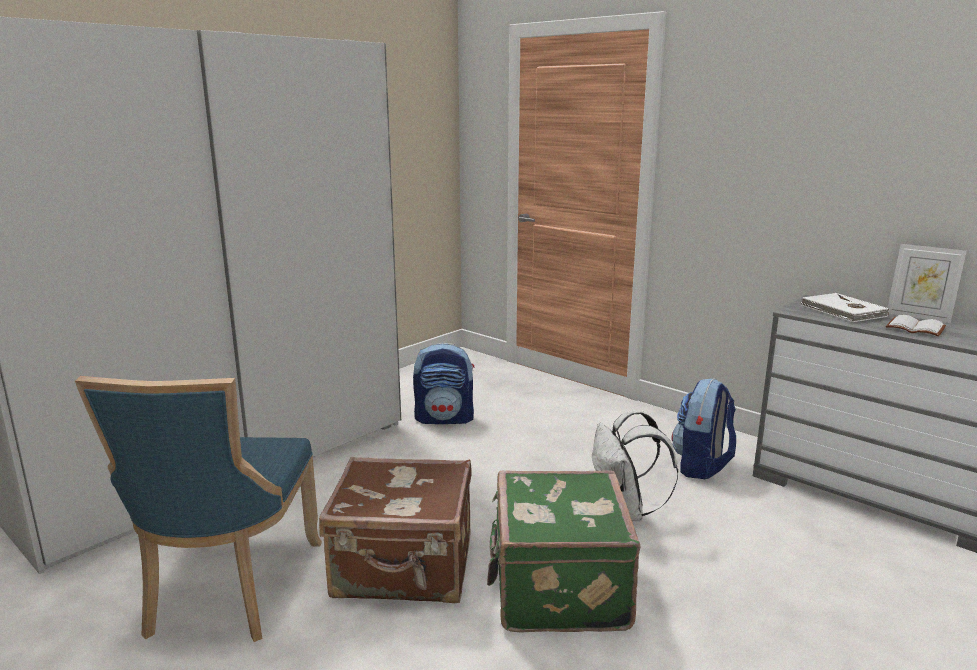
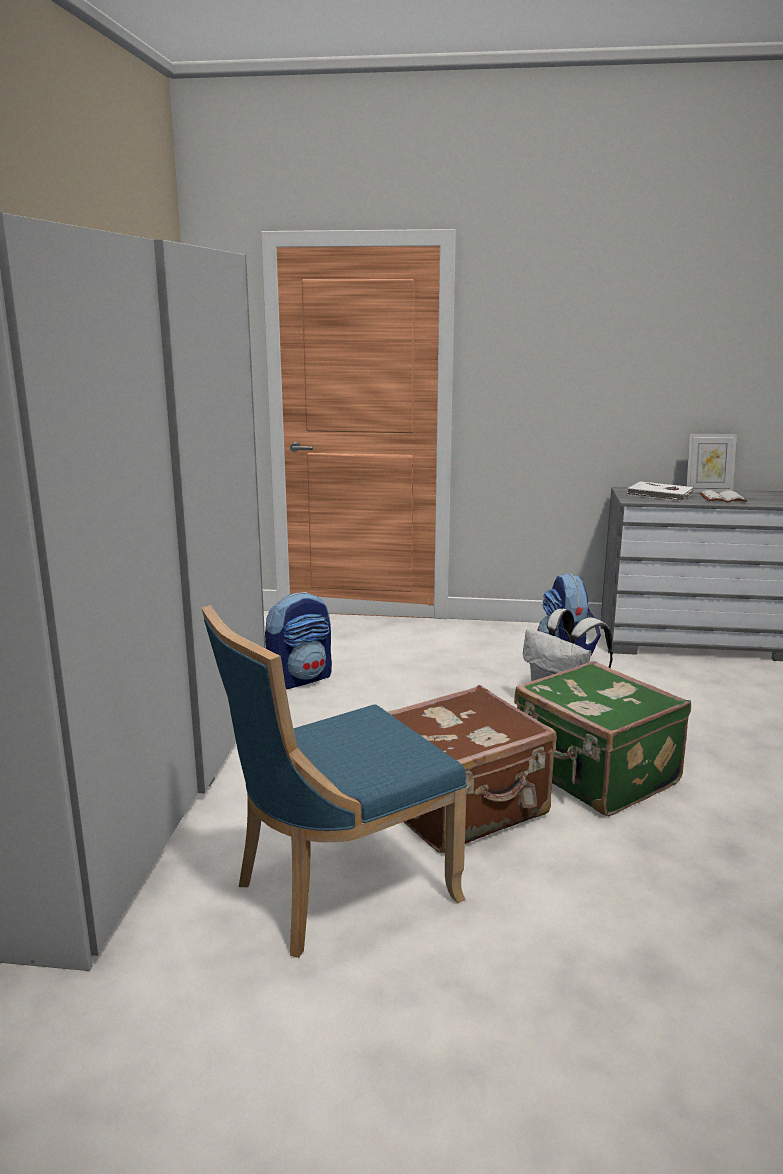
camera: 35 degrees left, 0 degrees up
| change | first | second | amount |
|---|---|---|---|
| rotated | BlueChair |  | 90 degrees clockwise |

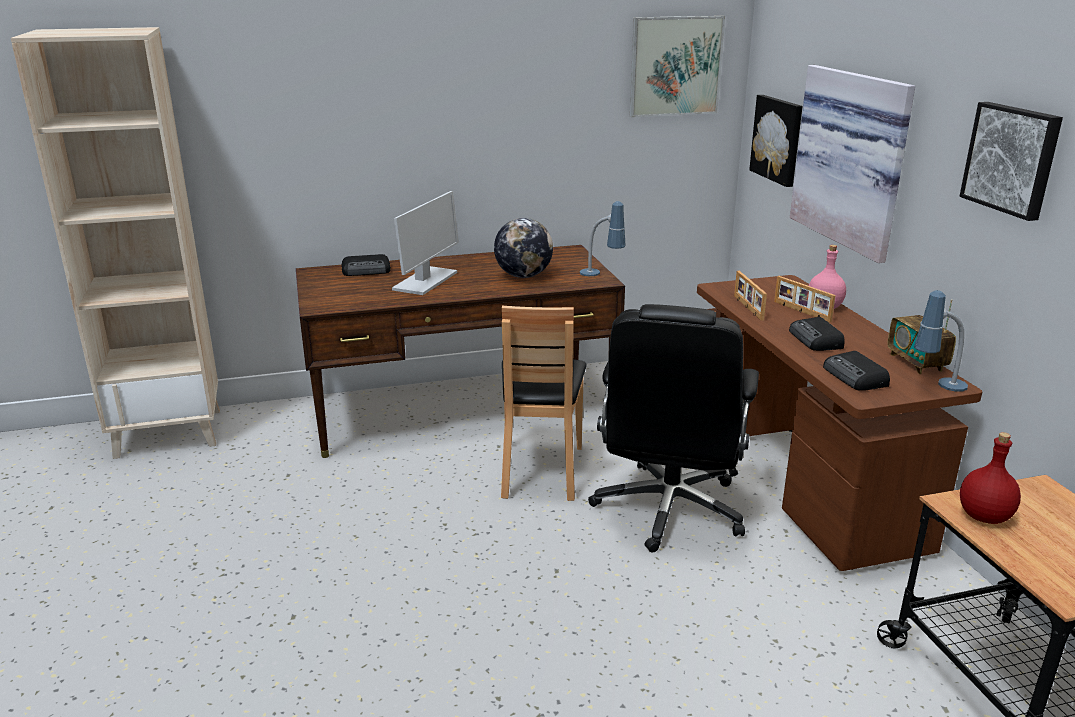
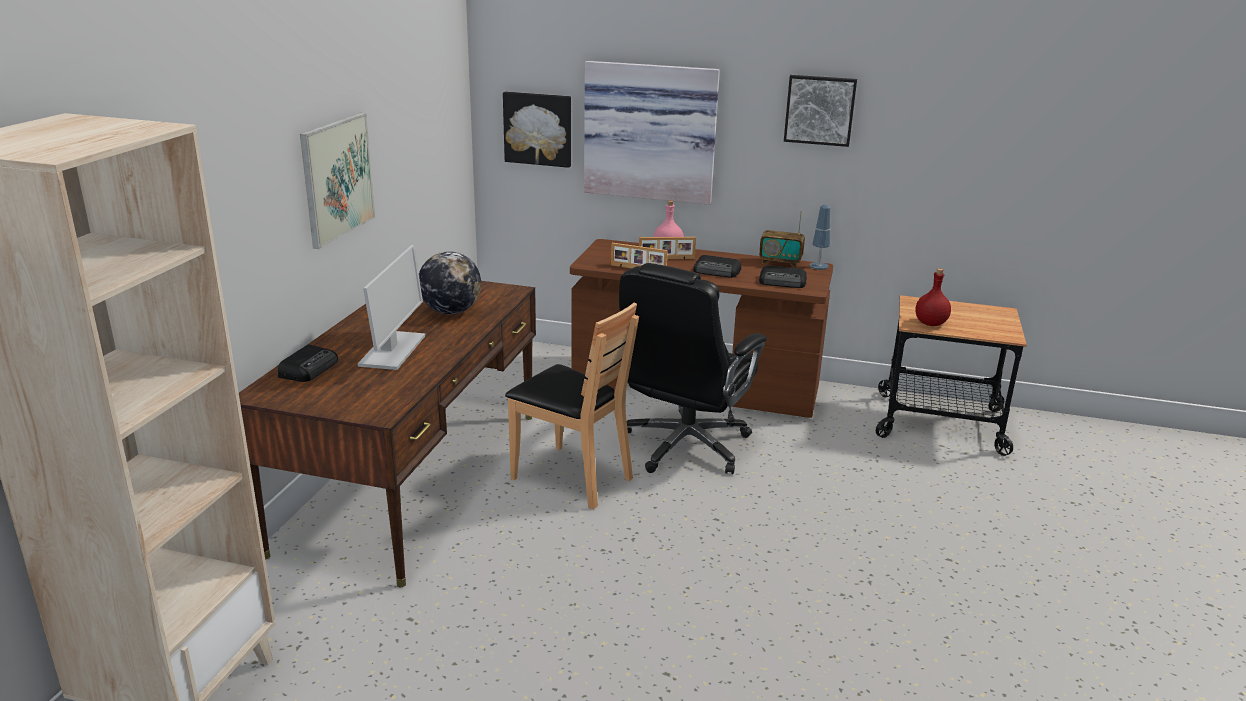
camera: 60 degrees left, 0 degrees up
| change | first | second | amount |
|---|---|---|---|
| gone | TableLamp (no. 1 from left) |  |  |
| shifted | Picture (no. 1 from left) |  |  |
| rotated | Monitor |  | 45 degrees clockwise |
| rotated | BlackOfficeChair |  | 75 degrees clockwise |

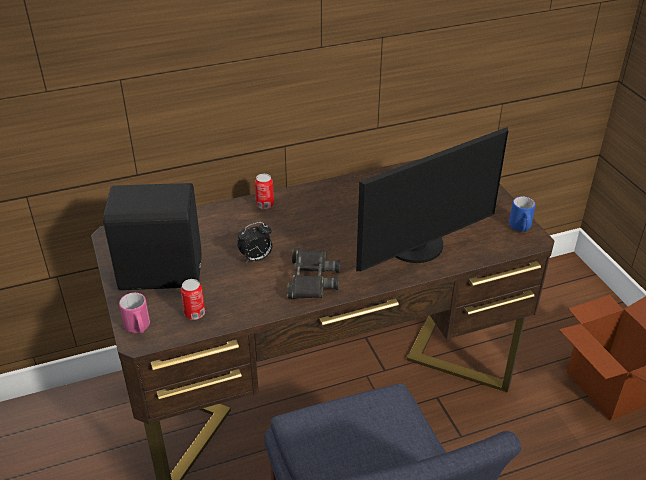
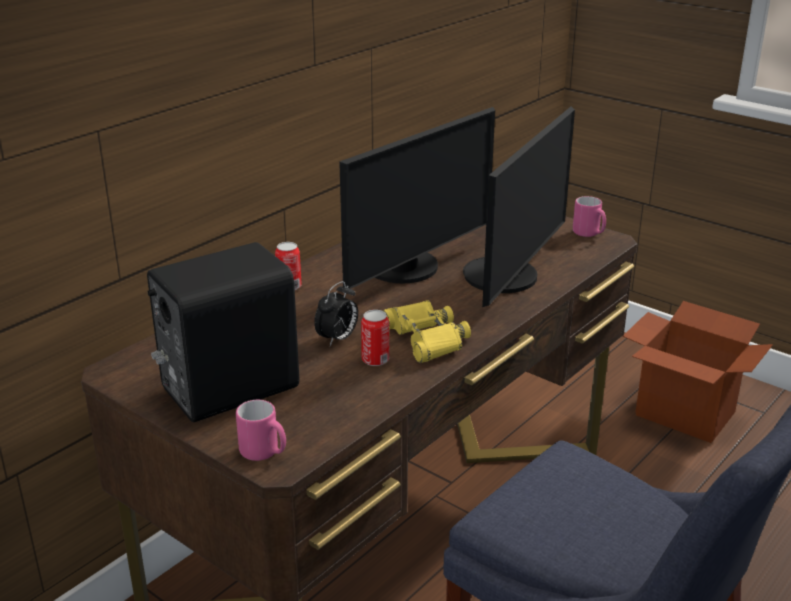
camera: 30 degrees left, 10 degrees down
| change | first | second | amount |
|---|---|---|---|
| new |  | Monitor (no. 1 from left) |  |
| shifted | Can (no. 1 from left in the first image) | Can (no. 2 from left) |  |
| repainted | BlackBinoculars | YellowBinoculars |  |
| repainted | BlueMug | PinkMug (no. 2 from left) |  |

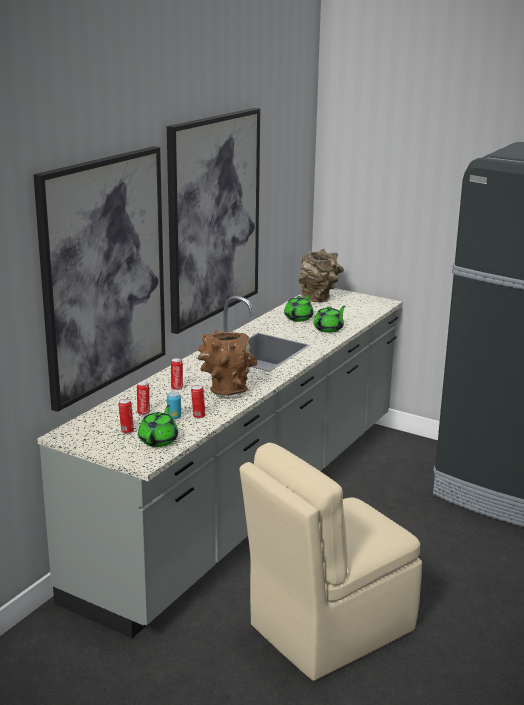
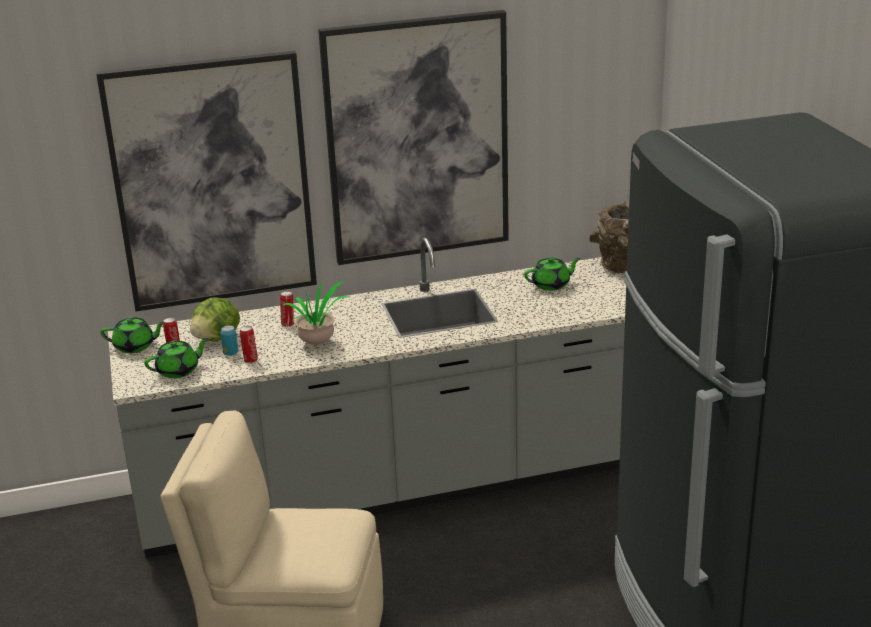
camera: 45 degrees right, 5 degrees up
| change | first | second | amount |
|---|---|---|---|
| shifted | GreenTeapot (no. 3 from left in the first image) | GreenTeapot (no. 1 from left) |  |
| swapped | Can (no. 2 from left) | Lettuce |  |
| swapped | BrownVase (no. 1 from left) | PottedPlant |  |

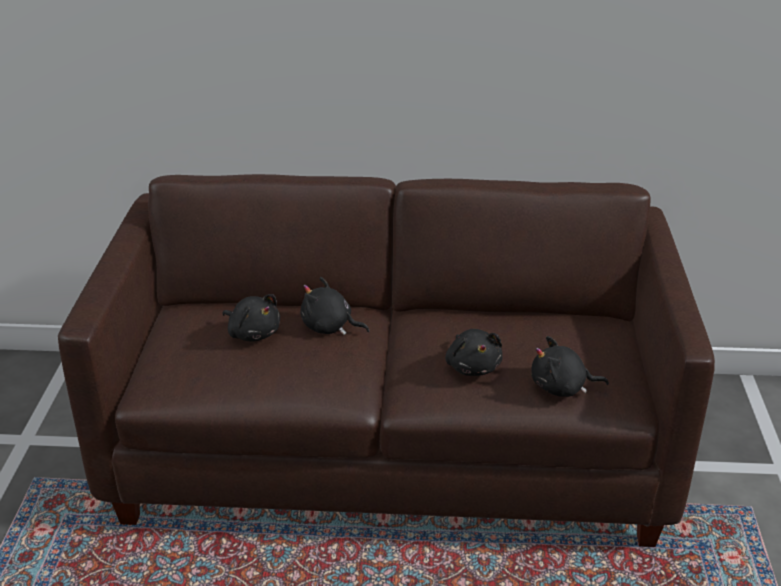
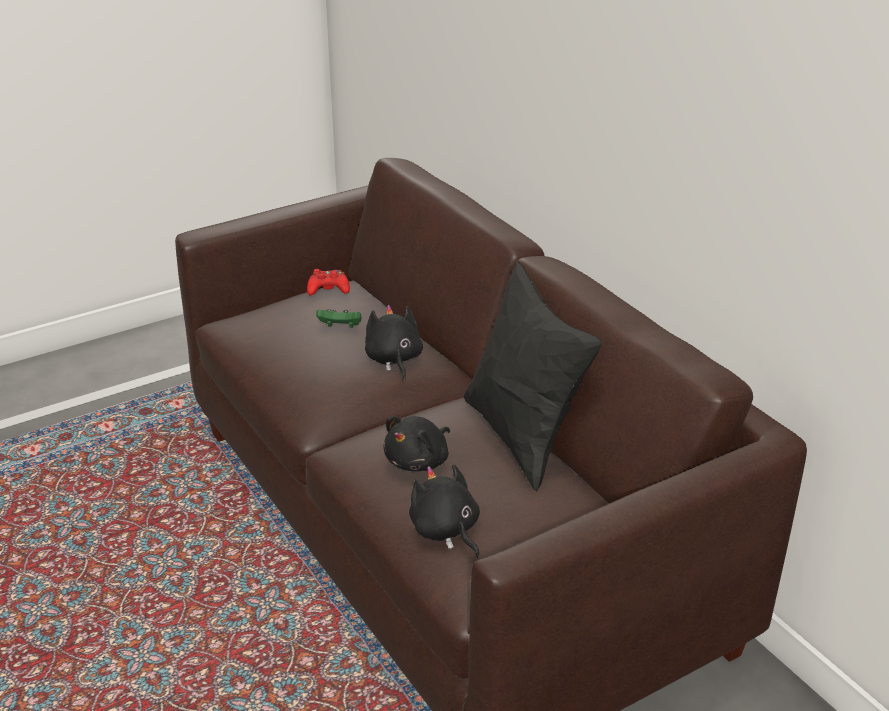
camera: 55 degrees right, 0 degrees up
| change | first | second | amount |
|---|---|---|---|
| new |  | RedGameController |  |
| new |  | BlackPillow |  |
| swapped | BlackPlushToy (no. 1 from left) | GreenGameController |  |

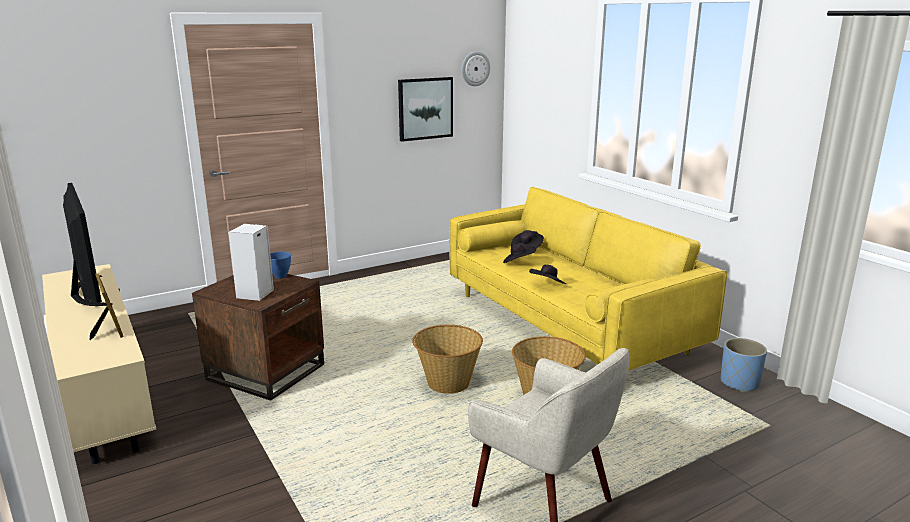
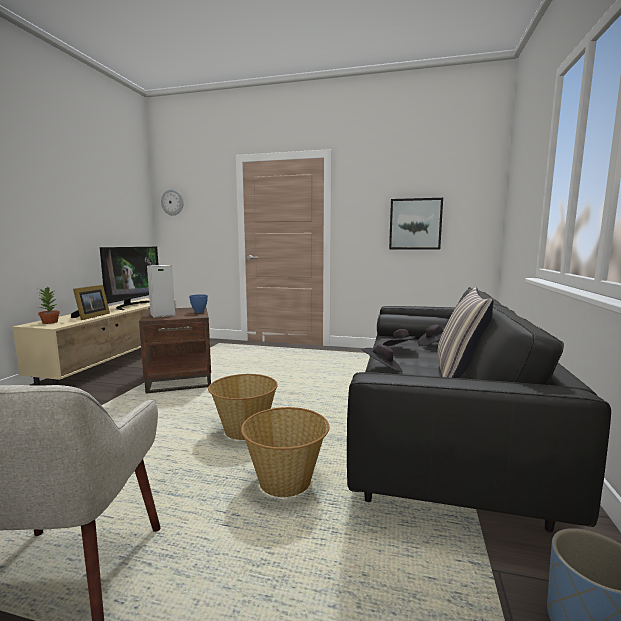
camera: 45 degrees right, 10 degrees down
| change | first | second | amount |
|---|---|---|---|
| new |  | PottedPlant |  |
| new |  | Pillow |  |
| shifted | WallClock |  |  |
| repainted | YellowSofa | BlackSofa |  |

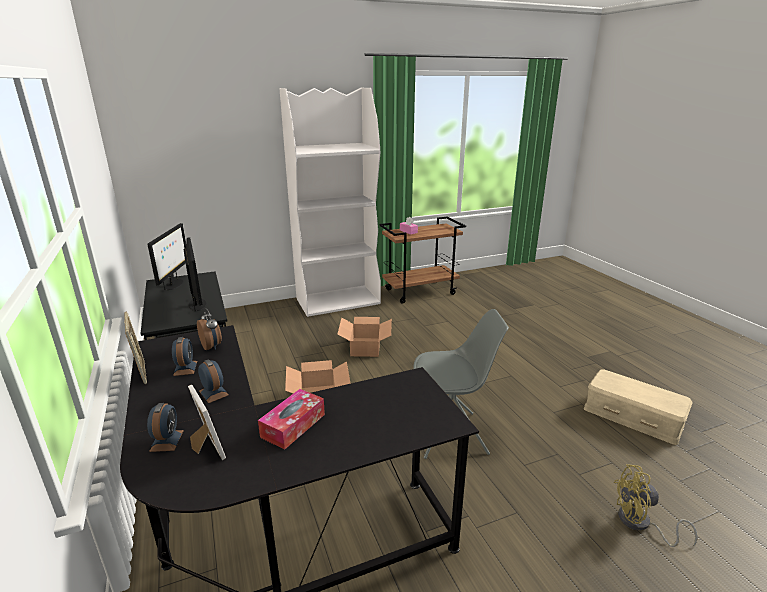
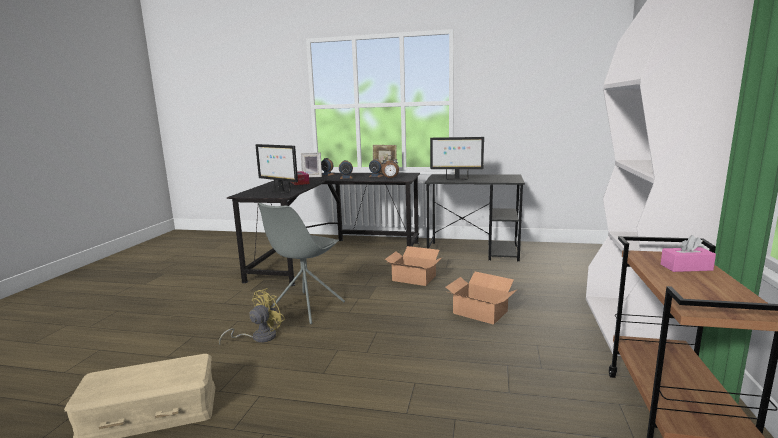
camera: 125 degrees right, 10 degrees down
| change | first | second | amount |
|---|---|---|---|
| shifted | Monitor (no. 1 from left) |  |  |
| shifted | YellowFan |  |  |

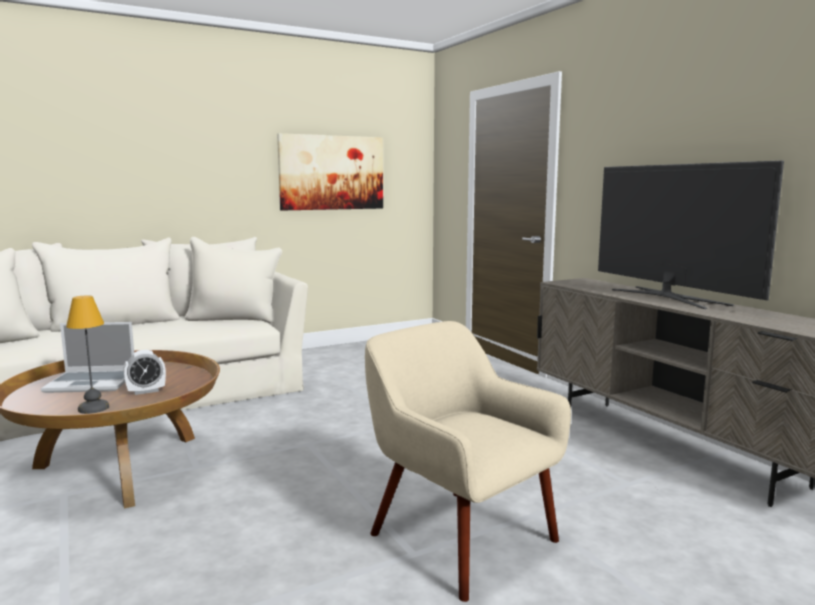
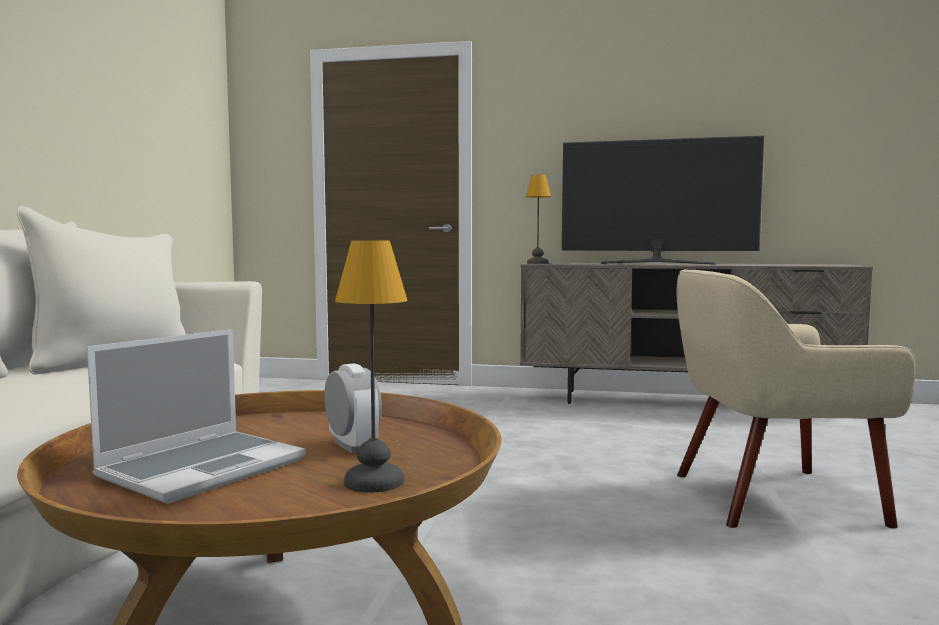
camera: 50 degrees left, 5 degrees down
| change | first | second | amount |
|---|---|---|---|
| gone | Picture |  |  |
| new |  | TableLamp (no. 2 from left) |  |
| rotated | AlarmClock |  | 45 degrees counterclockwise |

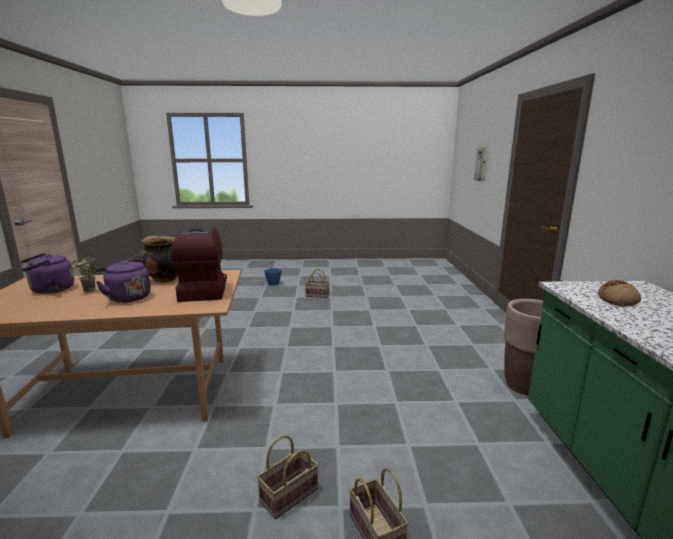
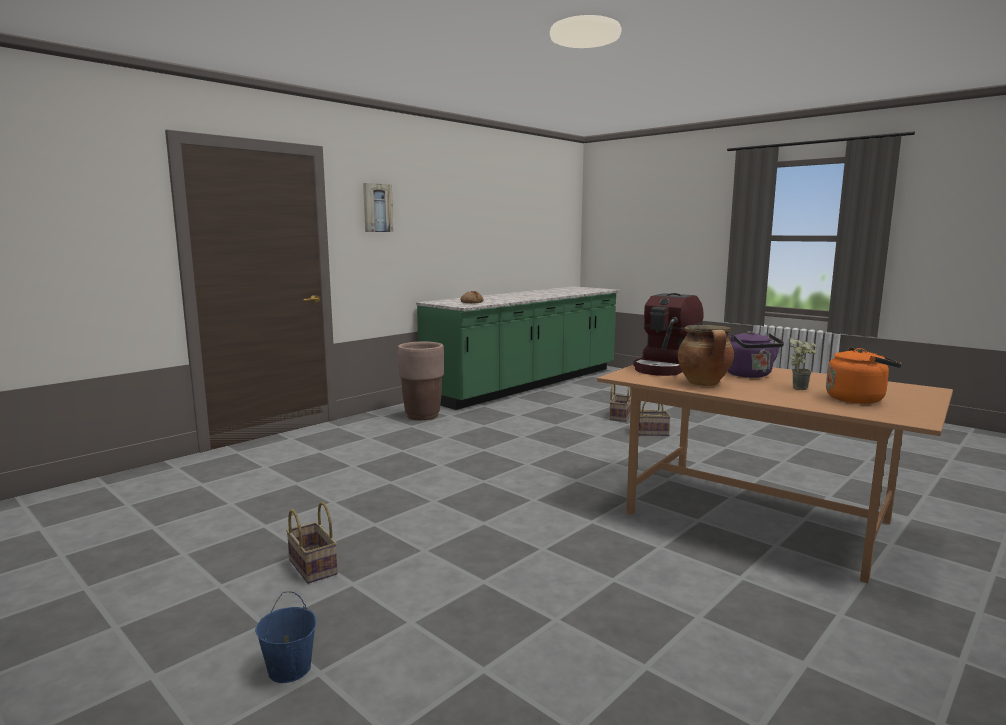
camera: 135 degrees left, 5 degrees down
| change | first | second | amount |
|---|---|---|---|
| shifted | Picture |  |  |
| repainted | PurpleKettle (no. 1 from left) | OrangeKettle |  |

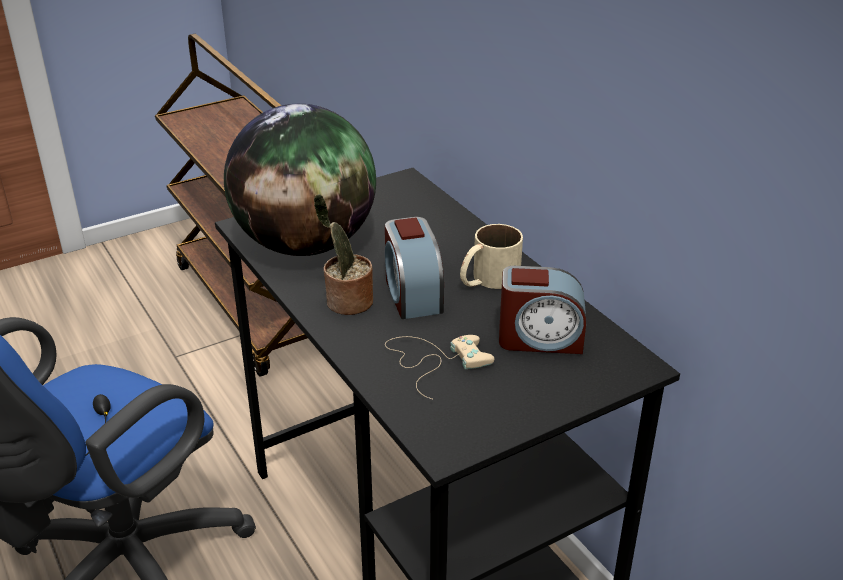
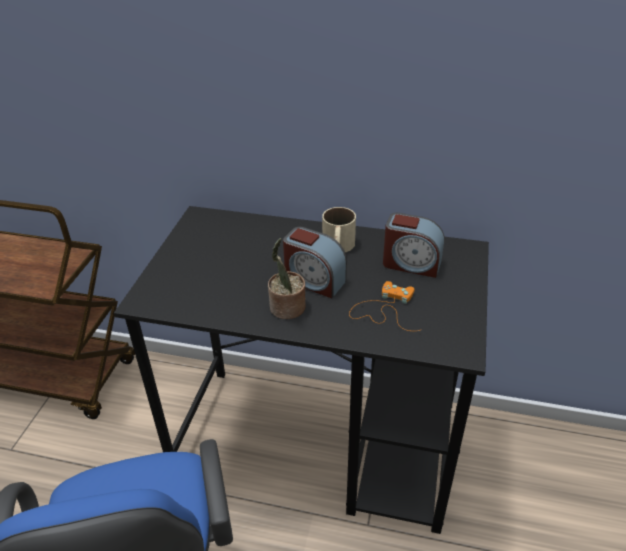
camera: 45 degrees left, 5 degrees up
| change | first | second | amount |
|---|---|---|---|
| gone | Globe |  |  |
| repainted | BeigeGameController | OrangeGameController |  |
| rotated | AlarmClock (no. 2 from left) |  | 60 degrees clockwise |

